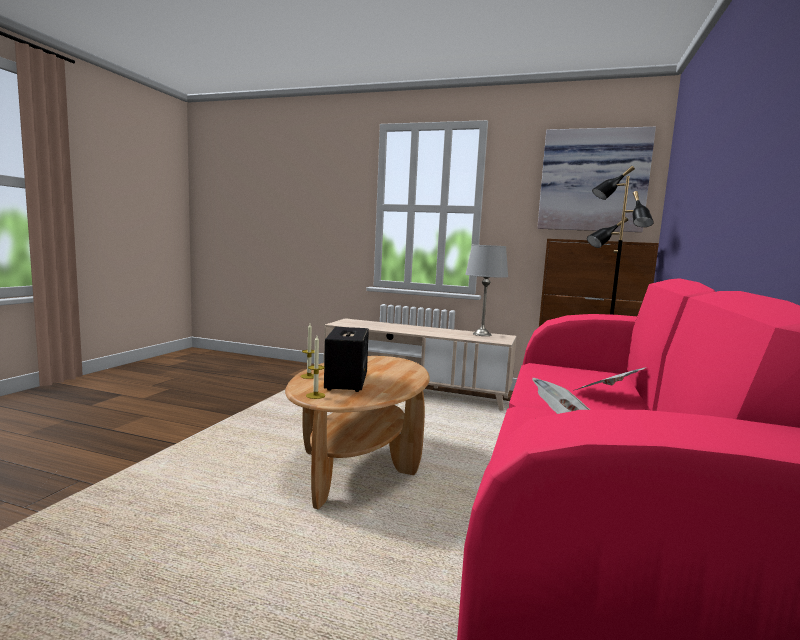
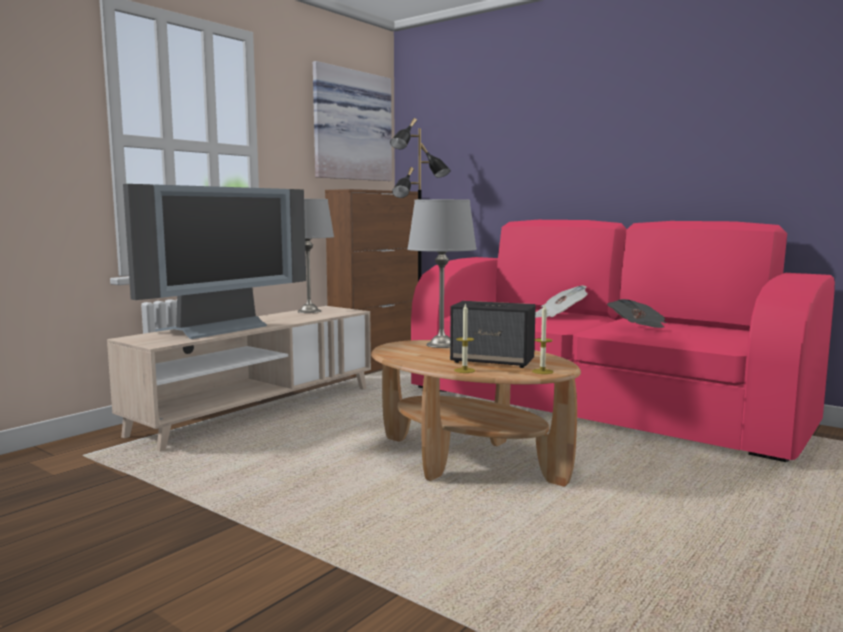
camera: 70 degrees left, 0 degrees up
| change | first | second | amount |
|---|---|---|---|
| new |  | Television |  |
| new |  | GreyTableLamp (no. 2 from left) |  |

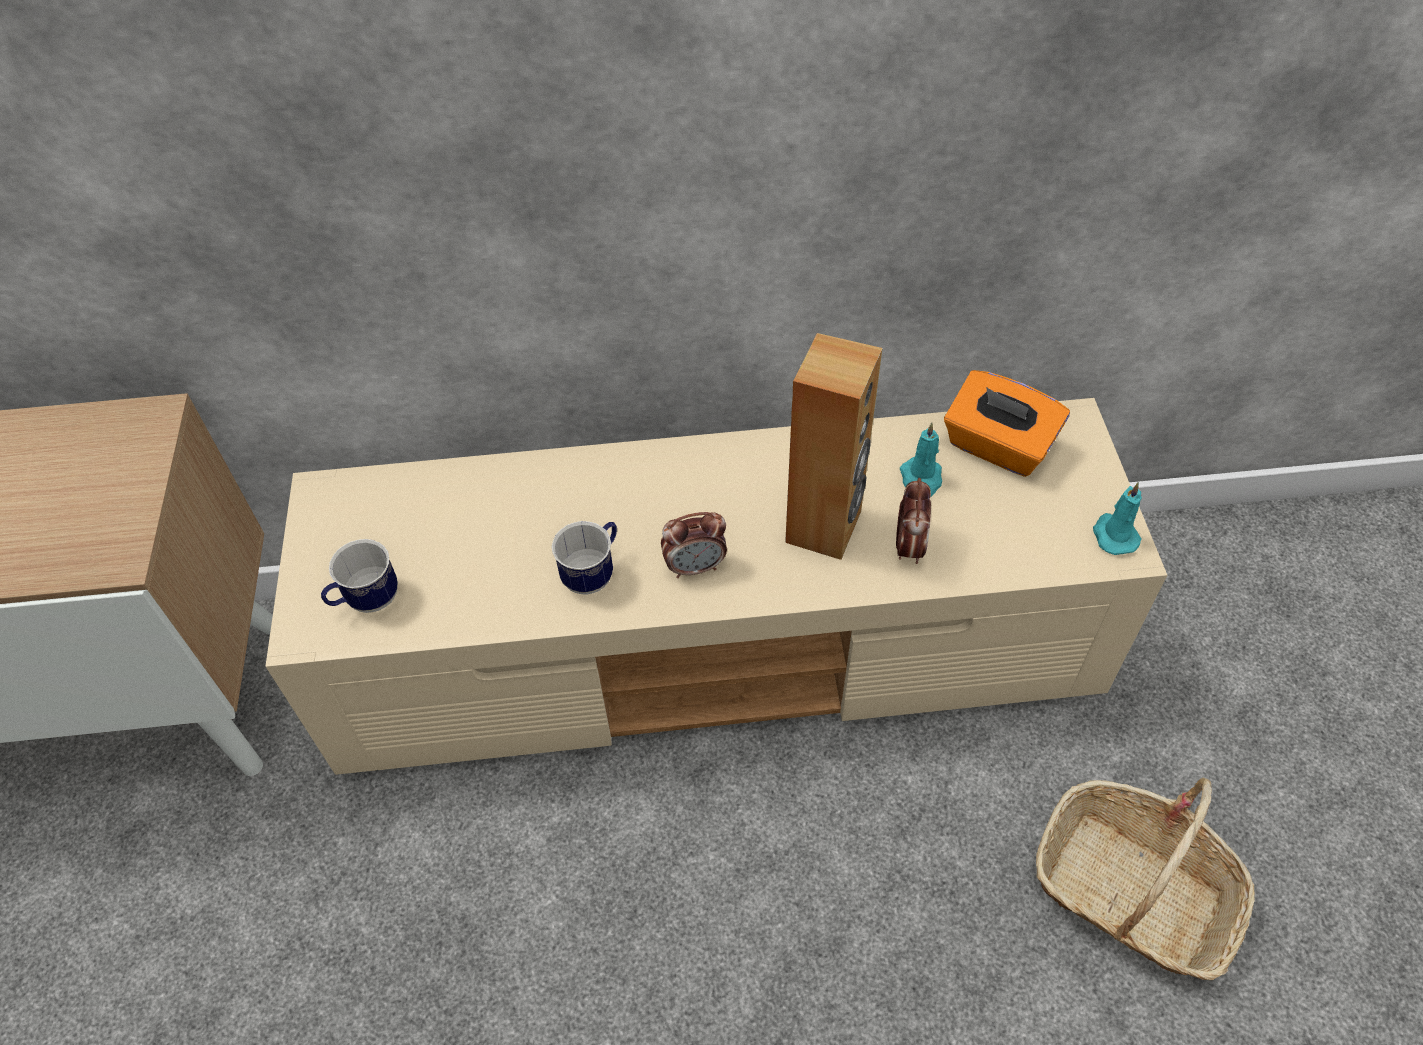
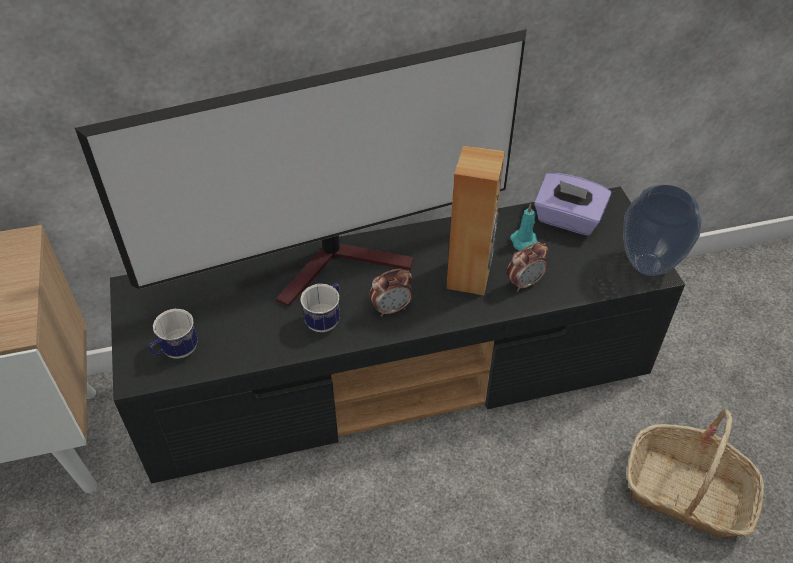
camera: 10 degrees left, 5 degrees down
| change | first | second | amount |
|---|---|---|---|
| new |  | Television |  |
| swapped | TurquoiseCandle (no. 2 from left) | Vase |  |
| repainted | BeigeTvStand | BlackTvStand |  |
| repainted | OrangeTissueBox | PurpleTissueBox |  |
| rotated | AlarmClock (no. 2 from left) |  | 60 degrees clockwise |

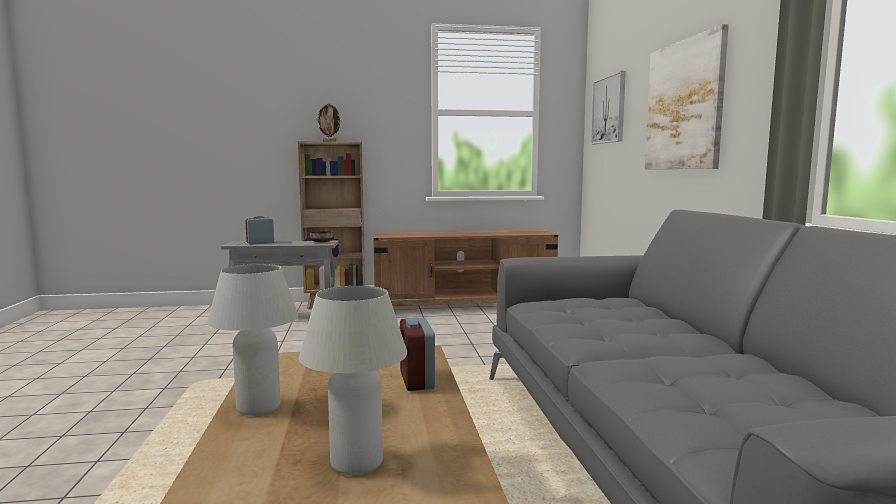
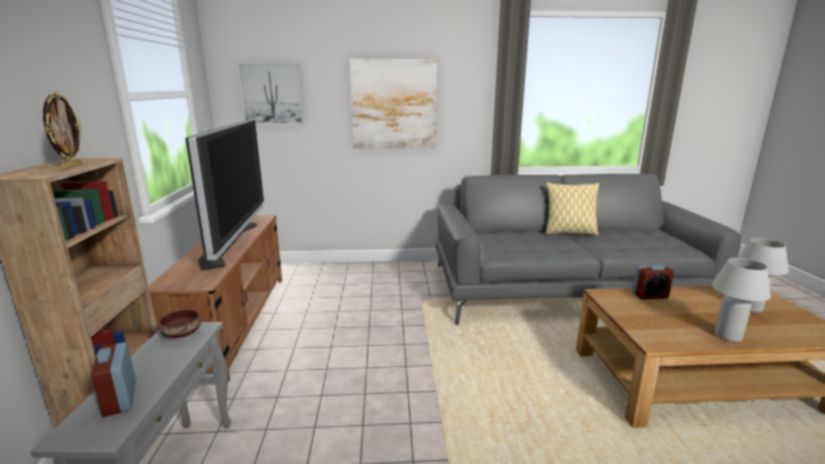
camera: 85 degrees left, 10 degrees up
| change | first | second | amount |
|---|---|---|---|
| new |  | Television |  |
| new |  | Pillow |  |

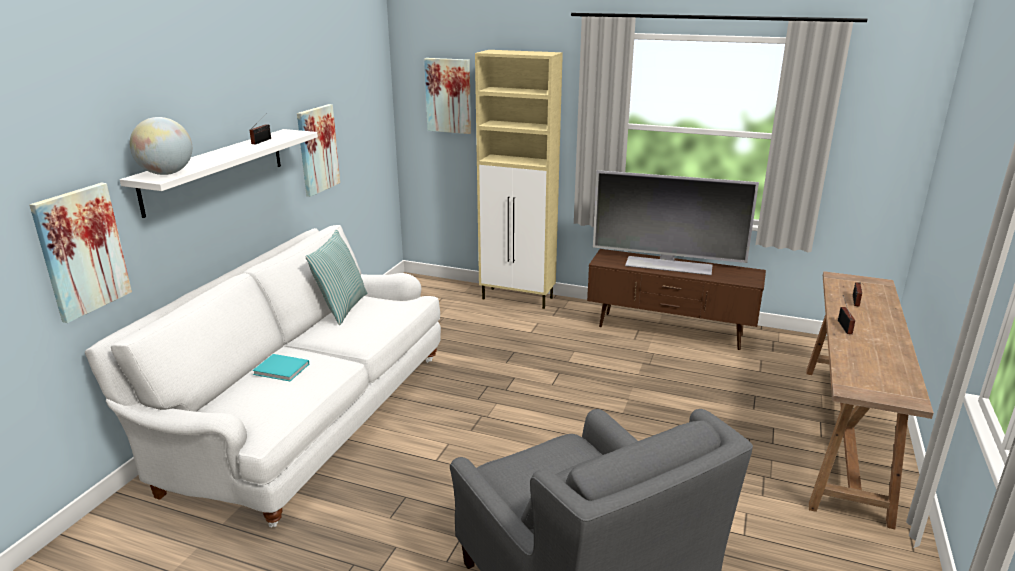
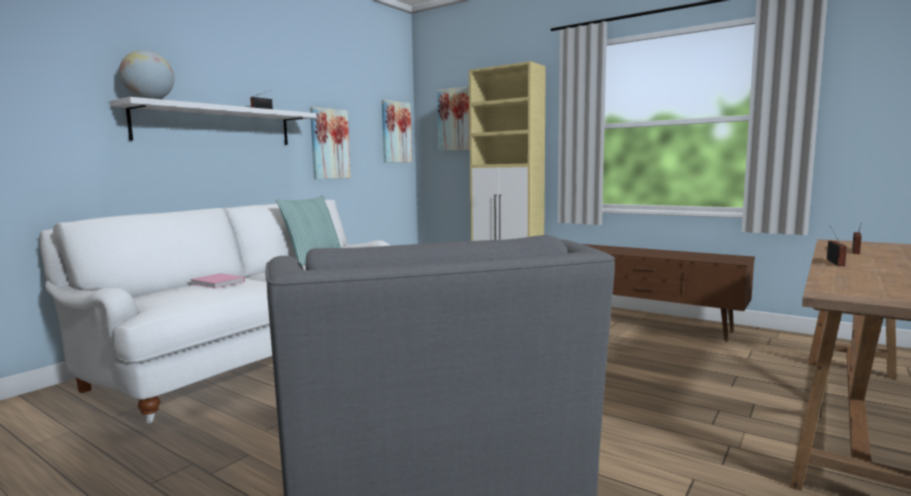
camera: 15 degrees right, 15 degrees down
| change | first | second | amount |
|---|---|---|---|
| gone | Television |  |  |
| shifted | Picture (no. 1 from left in the first image) | Picture (no. 2 from left) |  |
| repainted | TurquoiseBook | PinkBook |  |

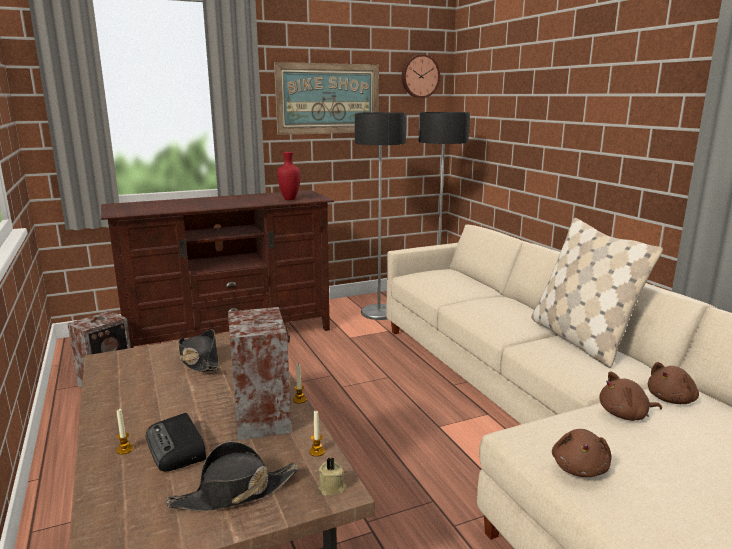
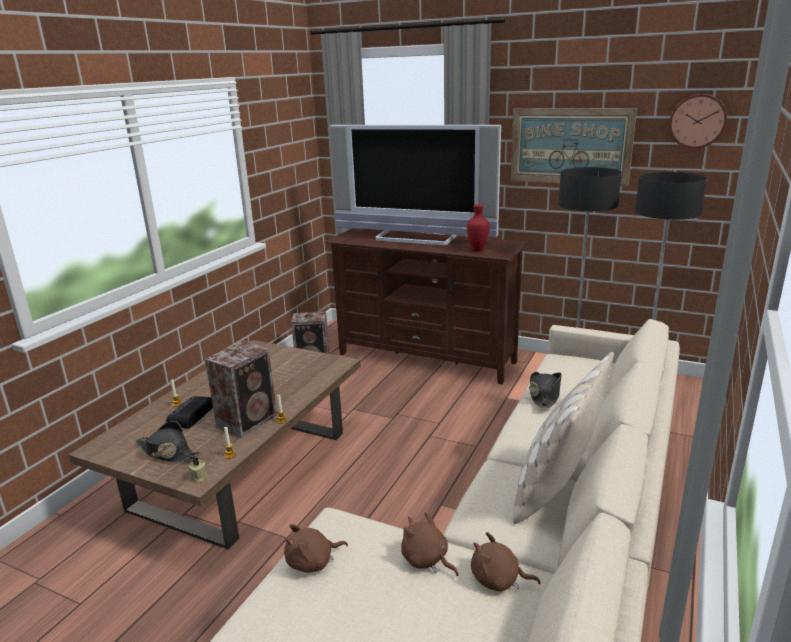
camera: 50 degrees right, 5 degrees up
| change | first | second | amount |
|---|---|---|---|
| new |  | Television |  |
| shifted | BlackHat (no. 1 from left in the first image) | BlackHat (no. 2 from left) |  |

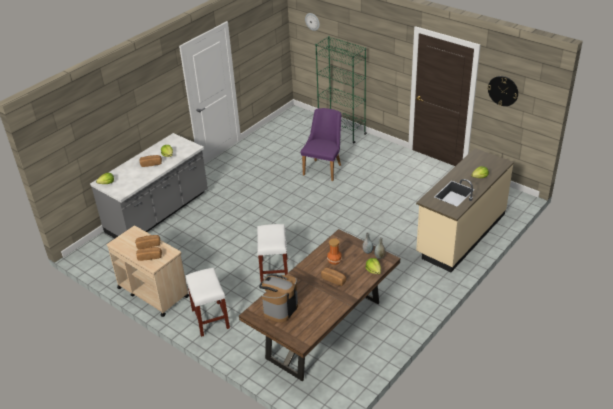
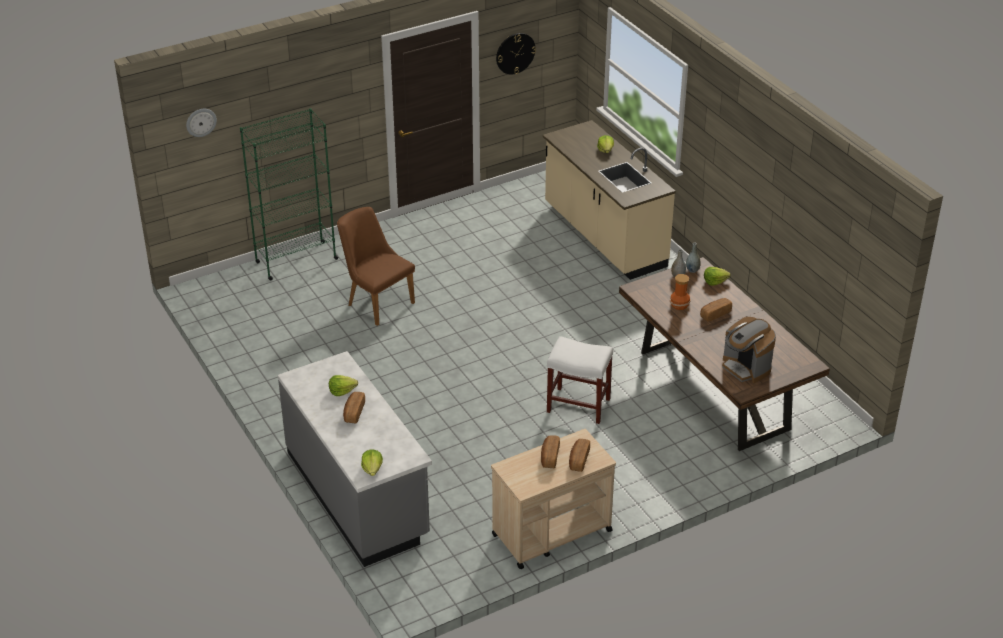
camera: 70 degrees left, 0 degrees up
| change | first | second | amount |
|---|---|---|---|
| gone | WhiteStool (no. 1 from left) |  |  |
| repainted | PurpleChair | BrownChair |  |

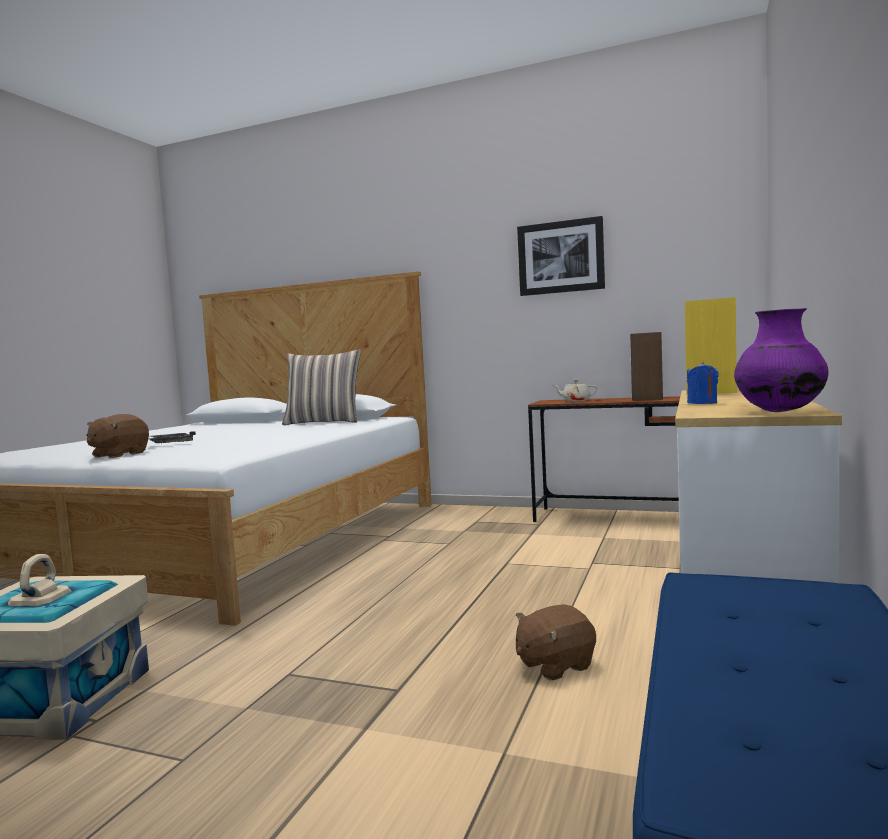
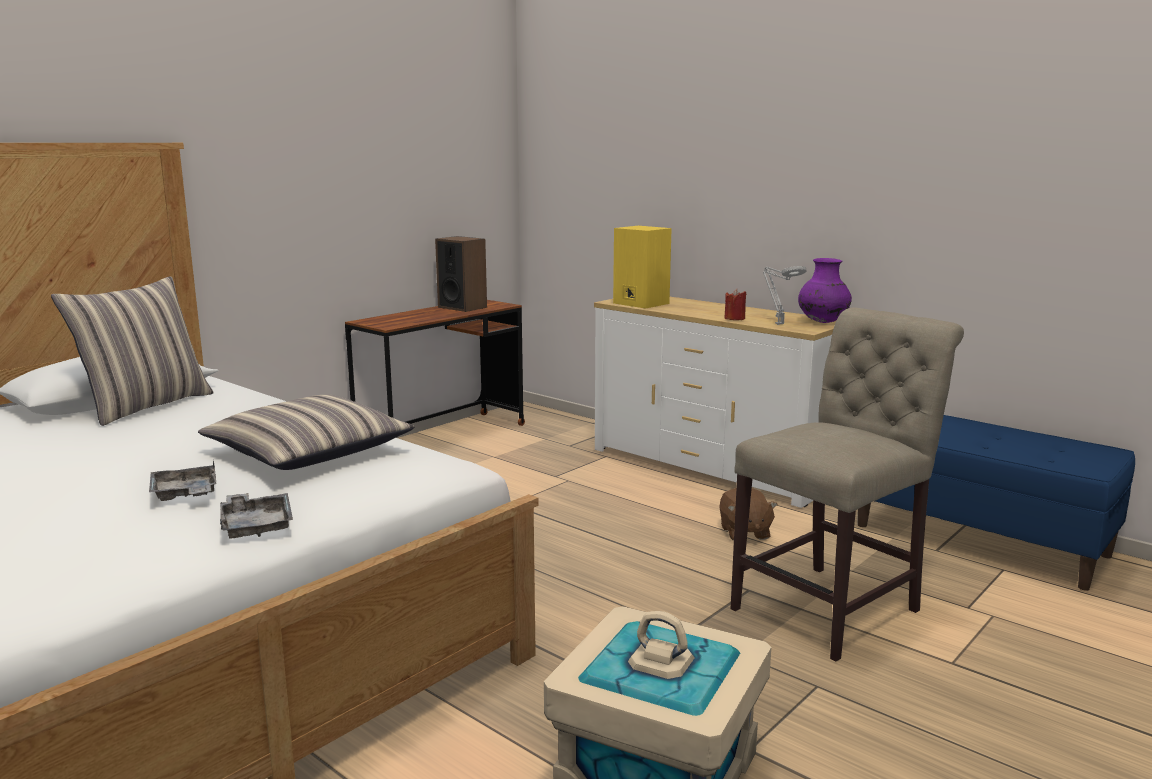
camera: 70 degrees left, 10 degrees up
| change | first | second | amount |
|---|---|---|---|
| gone | Picture |  |  |
| gone | BeigeTeapot |  |  |
| new |  | Pillow (no. 2 from left) |  |
| new |  | BeigeChair |  |
| new |  | GreyTableLamp |  |
| swapped | BrownPlushToy (no. 1 from left) | GreyTray (no. 2 from left) |  |
| repainted | BlueCandle | RedCandle |  |

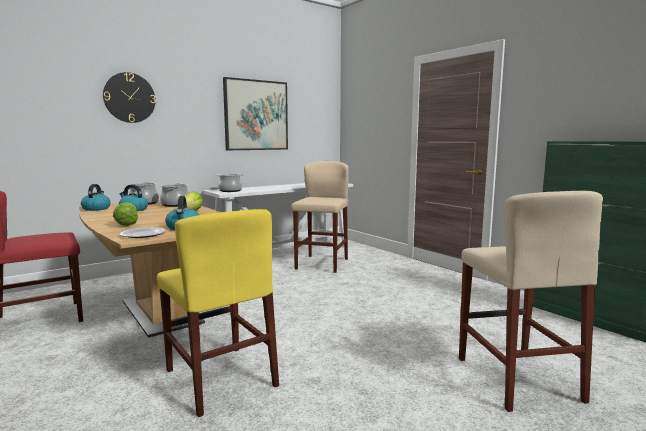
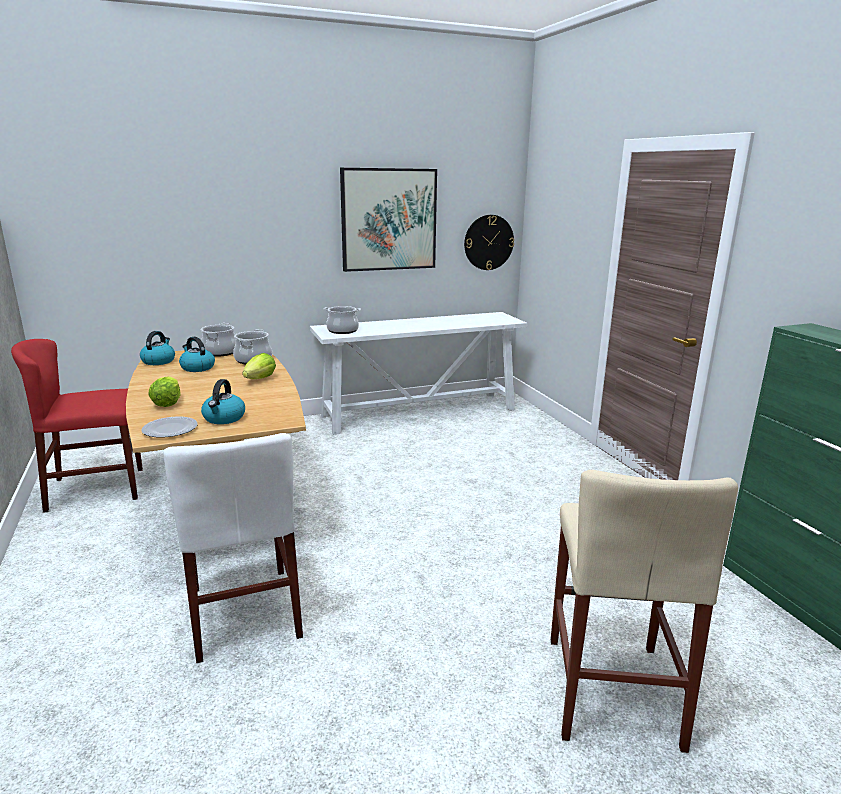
camera: 15 degrees right, 10 degrees up
| change | first | second | amount |
|---|---|---|---|
| gone | BeigeStool (no. 1 from left) |  |  |
| shifted | WallClock |  |  |
| repainted | YellowChair | WhiteChair |  |

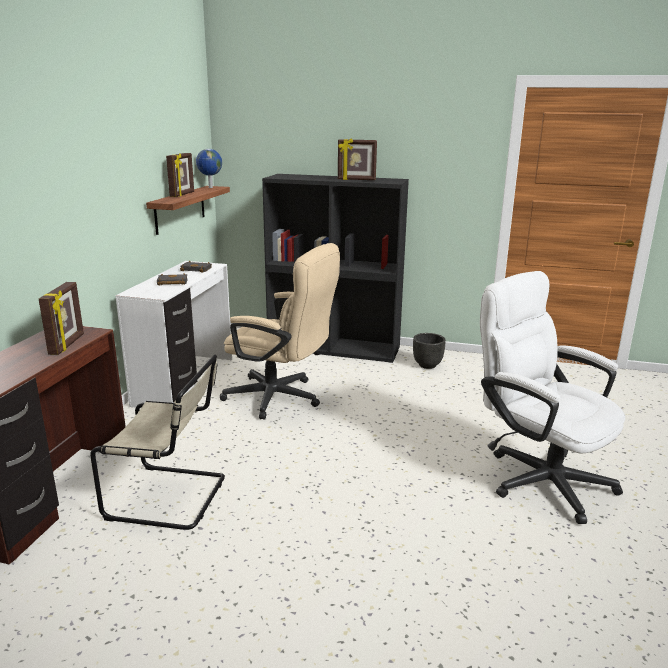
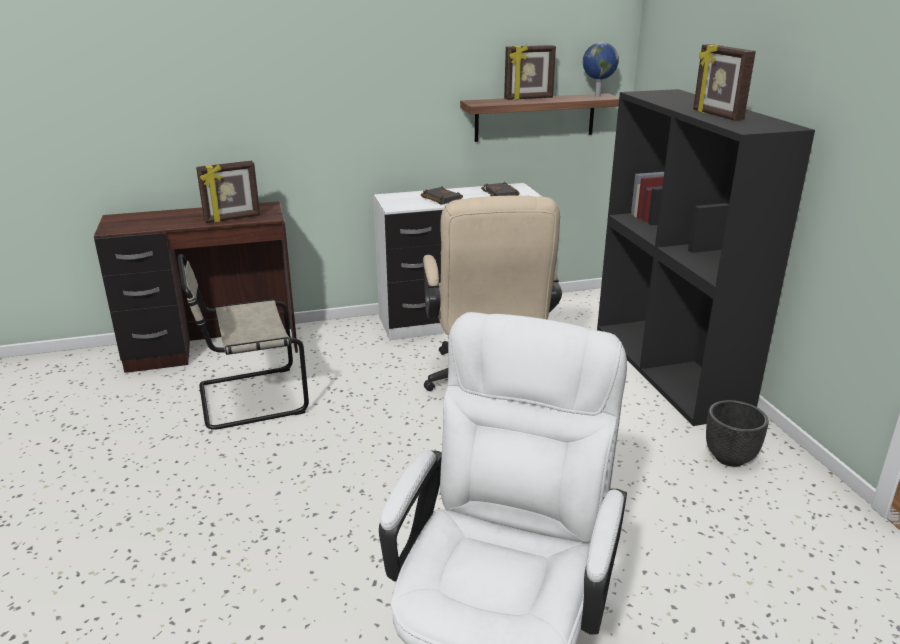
camera: 60 degrees right, 5 degrees up
| change | first | second | amount |
|---|---|---|---|
| rotated | BeigeChair |  | 90 degrees clockwise |

